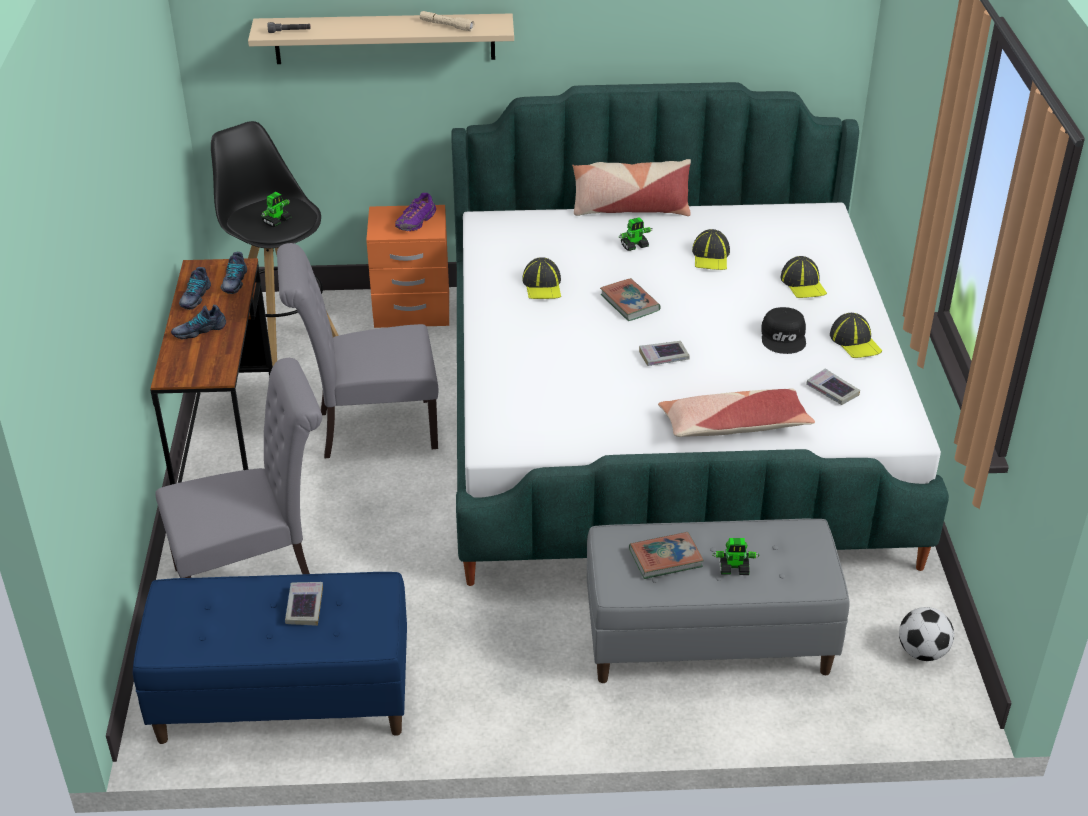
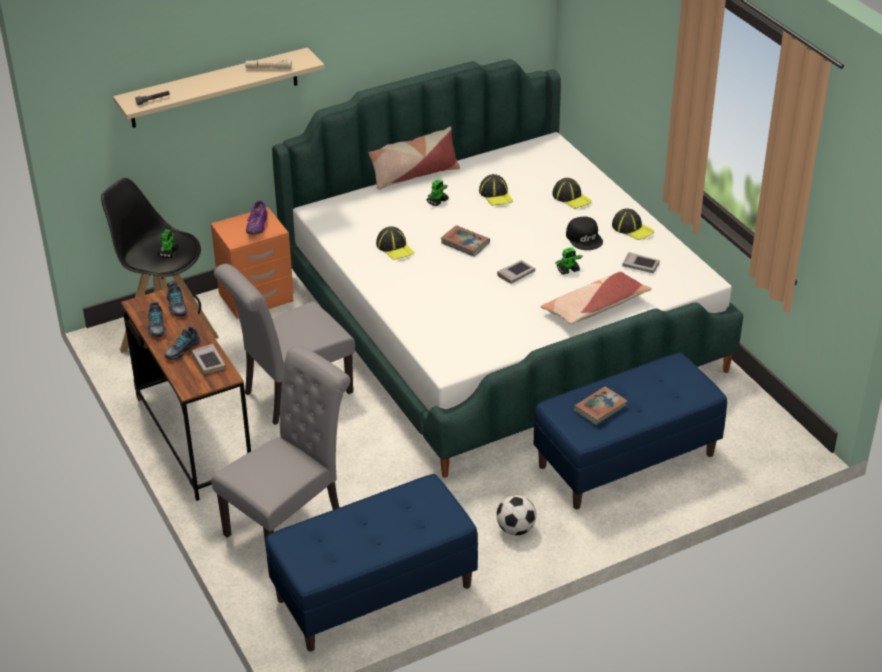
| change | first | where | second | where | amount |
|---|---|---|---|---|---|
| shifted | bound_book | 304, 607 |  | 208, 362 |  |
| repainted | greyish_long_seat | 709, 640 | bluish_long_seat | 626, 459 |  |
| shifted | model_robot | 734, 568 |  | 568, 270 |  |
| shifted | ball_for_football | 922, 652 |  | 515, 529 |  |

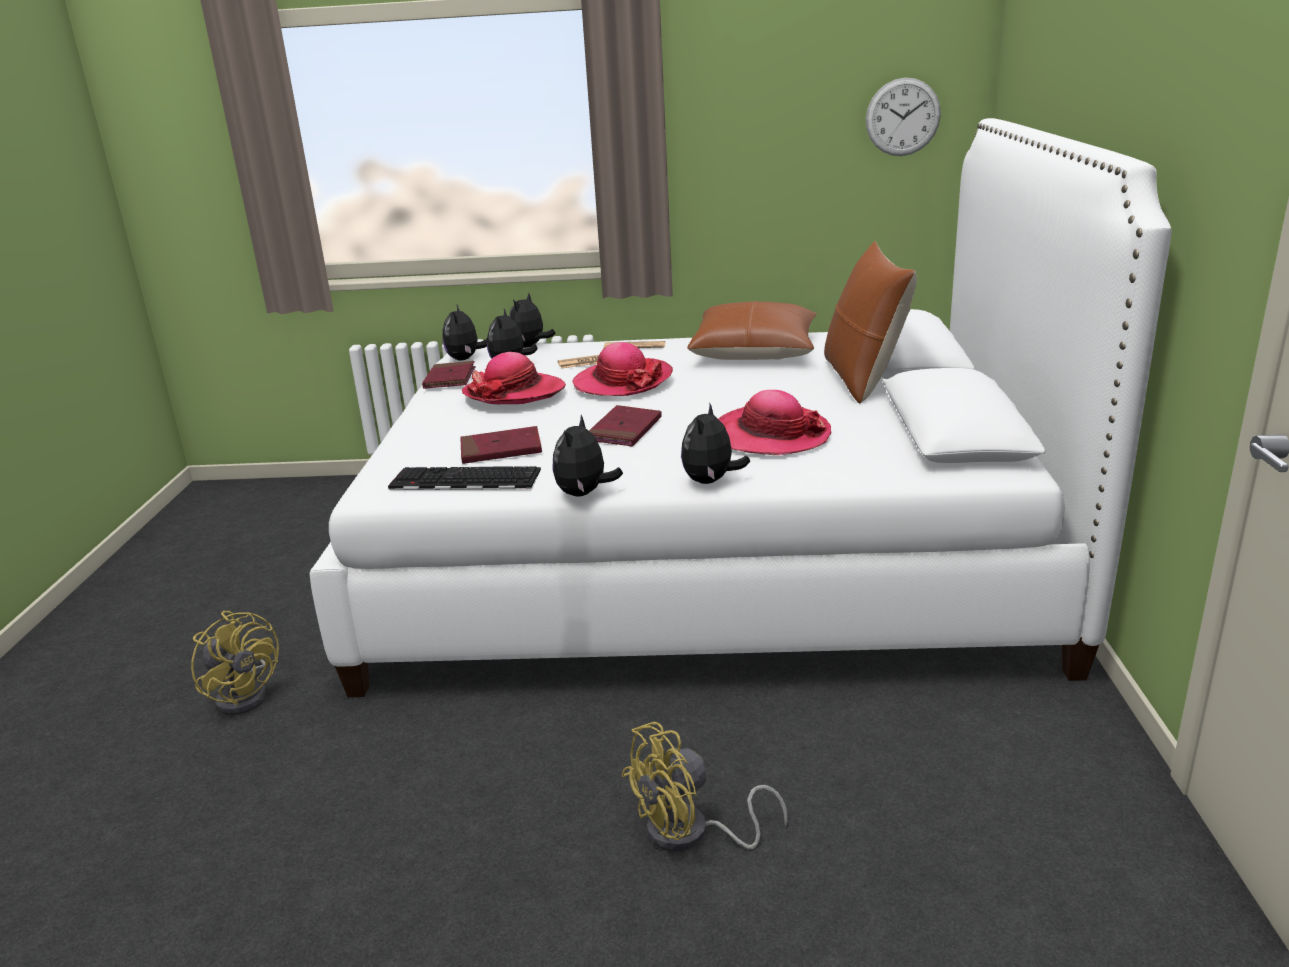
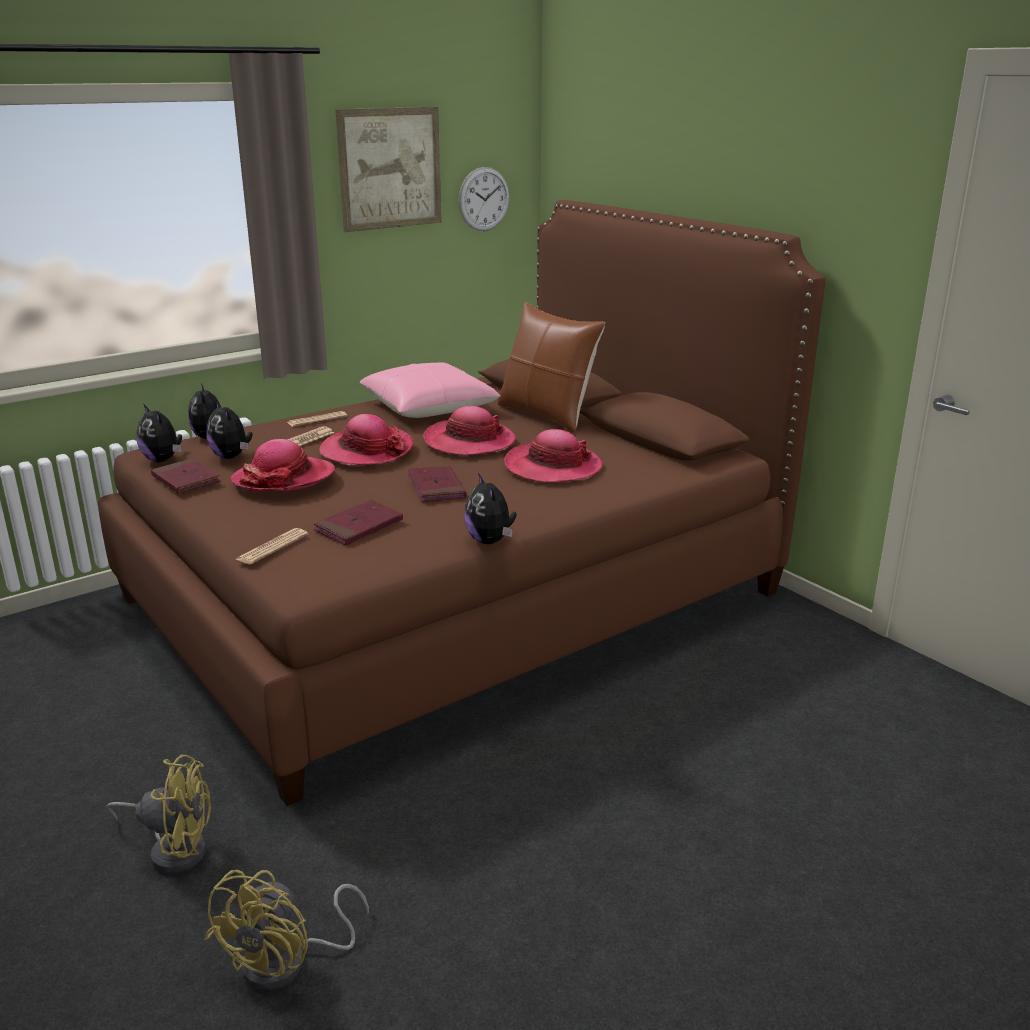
| change | first | where | second | where | amount |
|---|---|---|---|---|---|
| repainted | white-coloured_bed | 708, 561 | brownish_bed | 454, 595 |  |
| gone | computer_keyboard | 463, 480 |  |  |  |
| shifted | yellow_electric_fan | 691, 834 |  | 288, 963 |  |
| gone | plush_toy | 711, 481 |  |  |  |
| repainted | brownish_cushion | 754, 351 | pink_cushion | 429, 407 |  |
| new |  |  | printed_paper | 272, 547 |  |
| new |  |  | wall_art | 390, 168 |  |
| new |  |  | clothing_hat | 469, 441 |  |

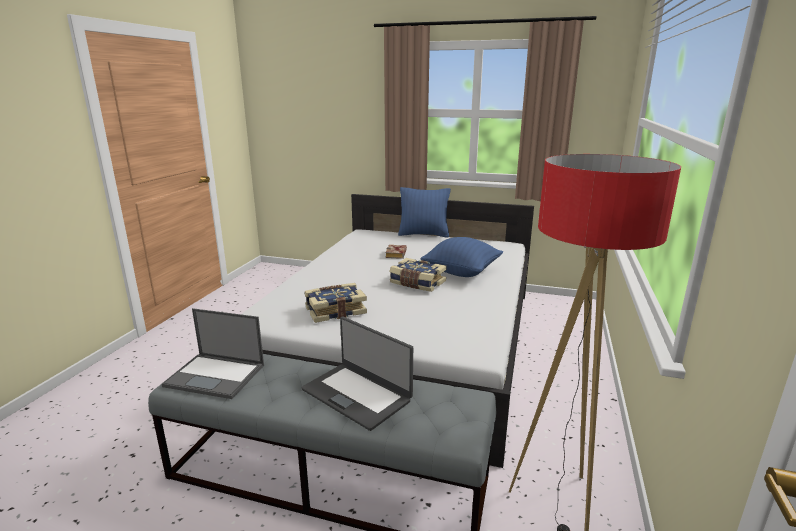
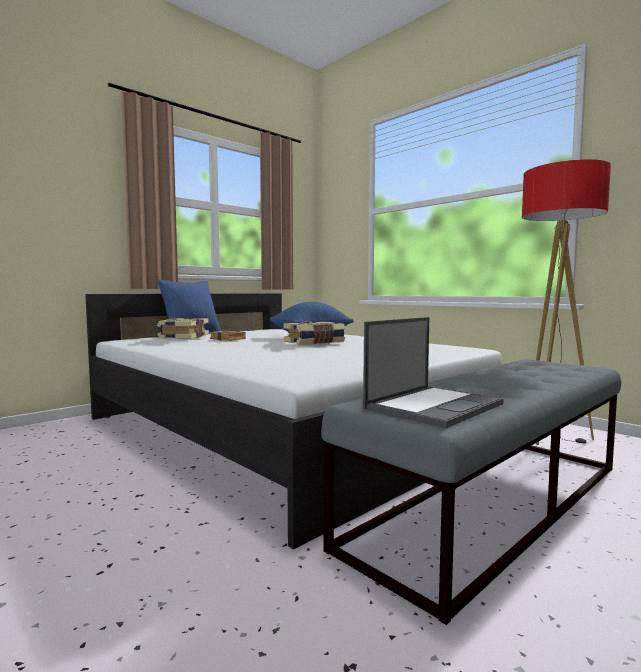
| change | first | where | second | where | amount |
|---|---|---|---|---|---|
| gone | laptop | 357, 394 |  |  |  |
| shifted | bound_book | 335, 310 |  | 183, 337 |  |

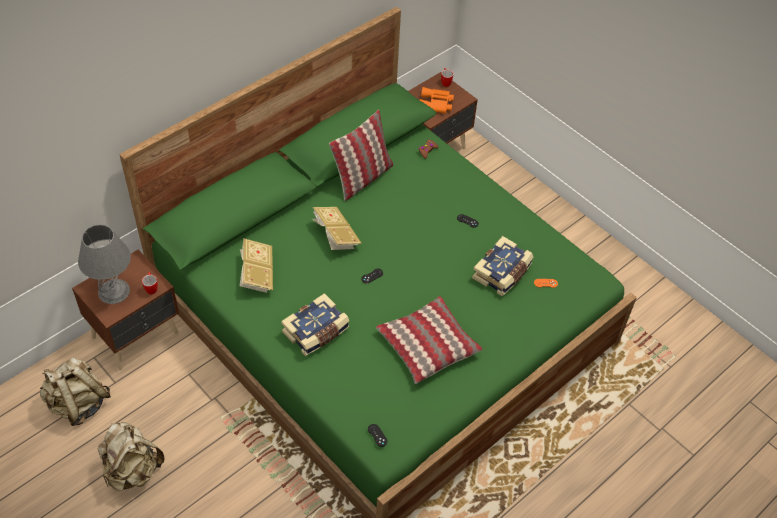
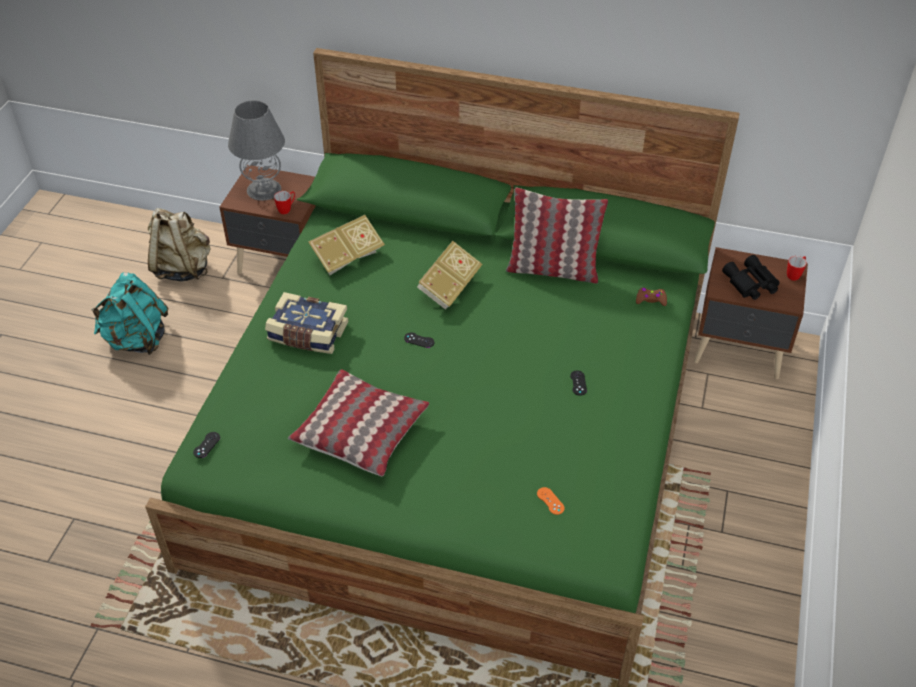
| change | first | where | second | where | amount |
|---|---|---|---|---|---|
| repainted | beige_knapsack | 132, 470 | turquoise_knapsack | 137, 340 |  |
| repainted | orange-coloured_pair_of_binoculars | 436, 104 | blackish_pair_of_binoculars | 750, 284 |  |
| gone | bound_book | 502, 273 |  |  |  |

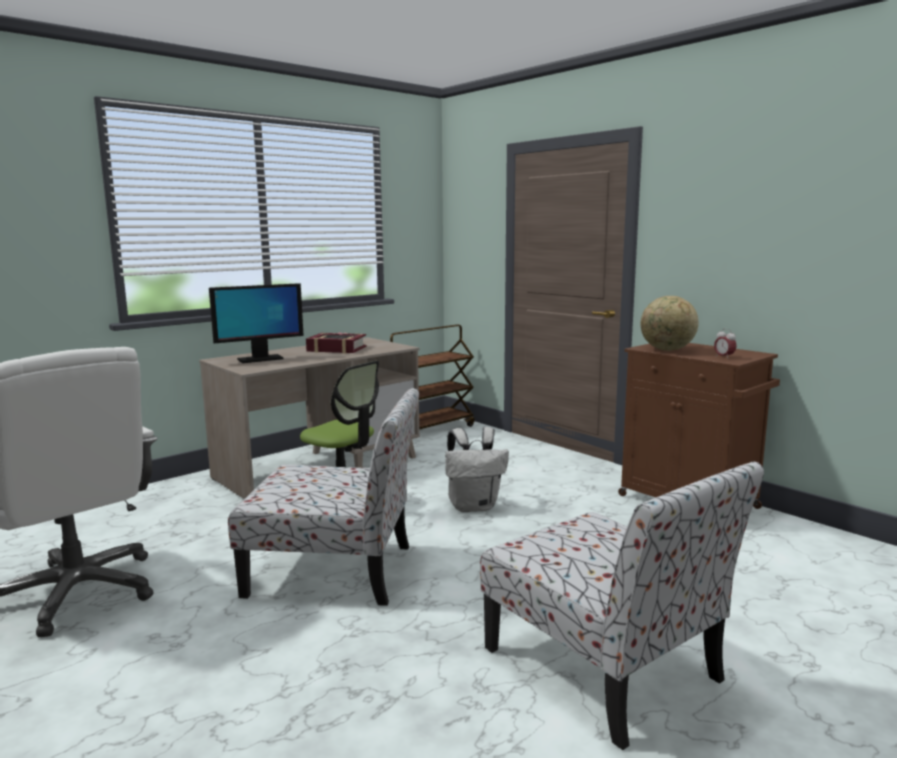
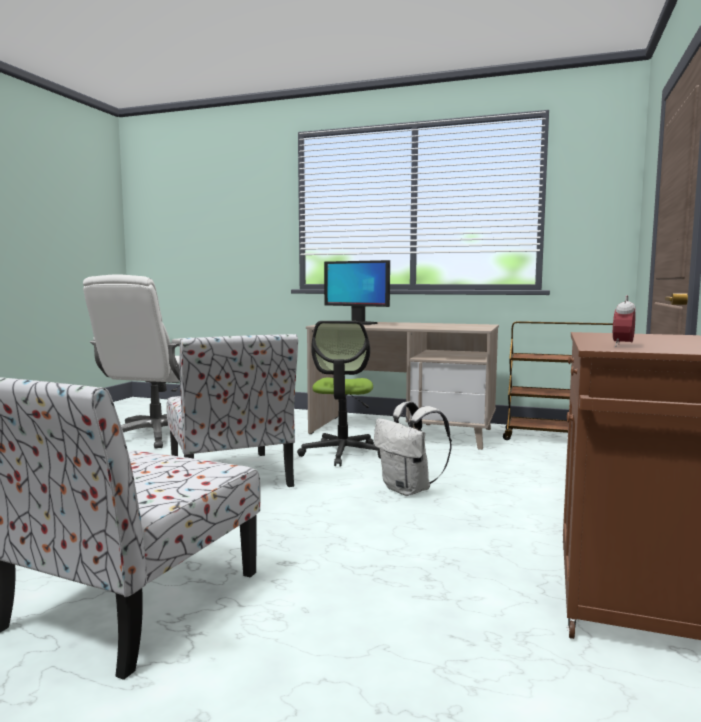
| change | first | where | second | where | amount |
|---|---|---|---|---|---|
| gone | bound_book | 336, 349 |  |  |  |
| gone | globe | 667, 350 |  |  |  |

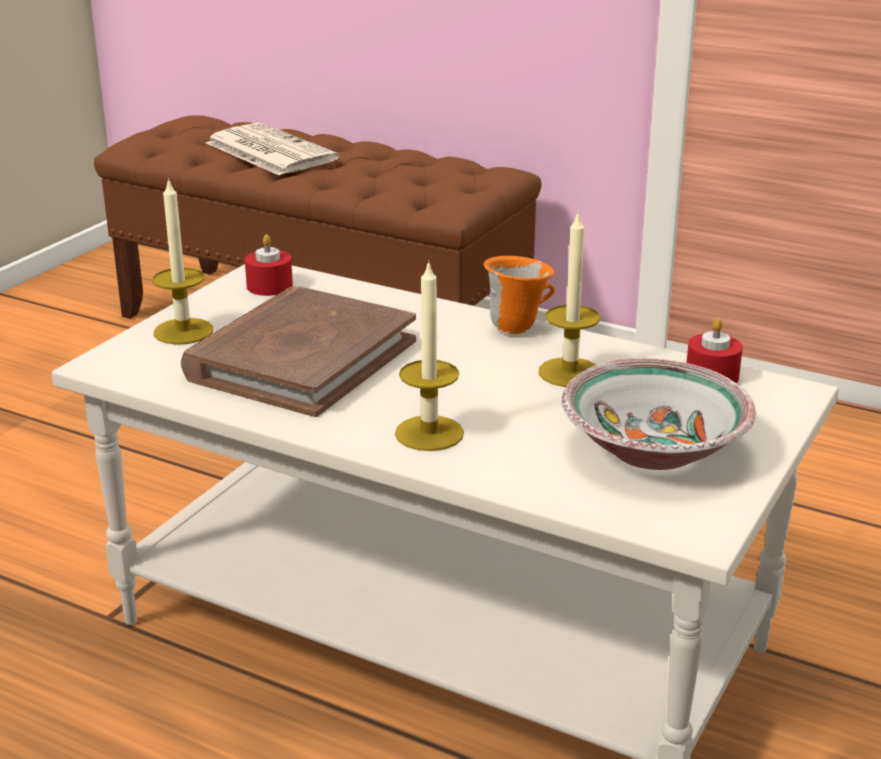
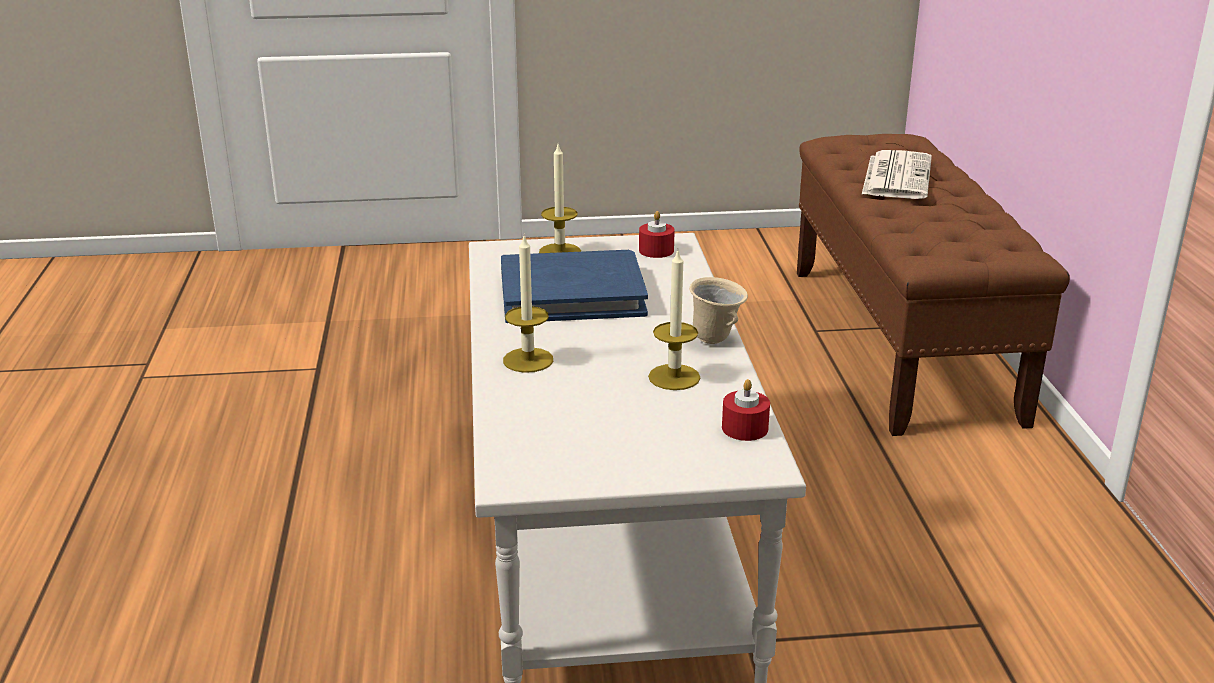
| change | first | where | second | where | amount |
|---|---|---|---|---|---|
| repainted | brownish_bound_book | 302, 359 | bluish_bound_book | 572, 294 |  |
| repainted | orange-coloured_mug | 517, 328 | beige_mug | 716, 340 |  |
| gone | serving_bowl | 652, 447 |  |  |  |

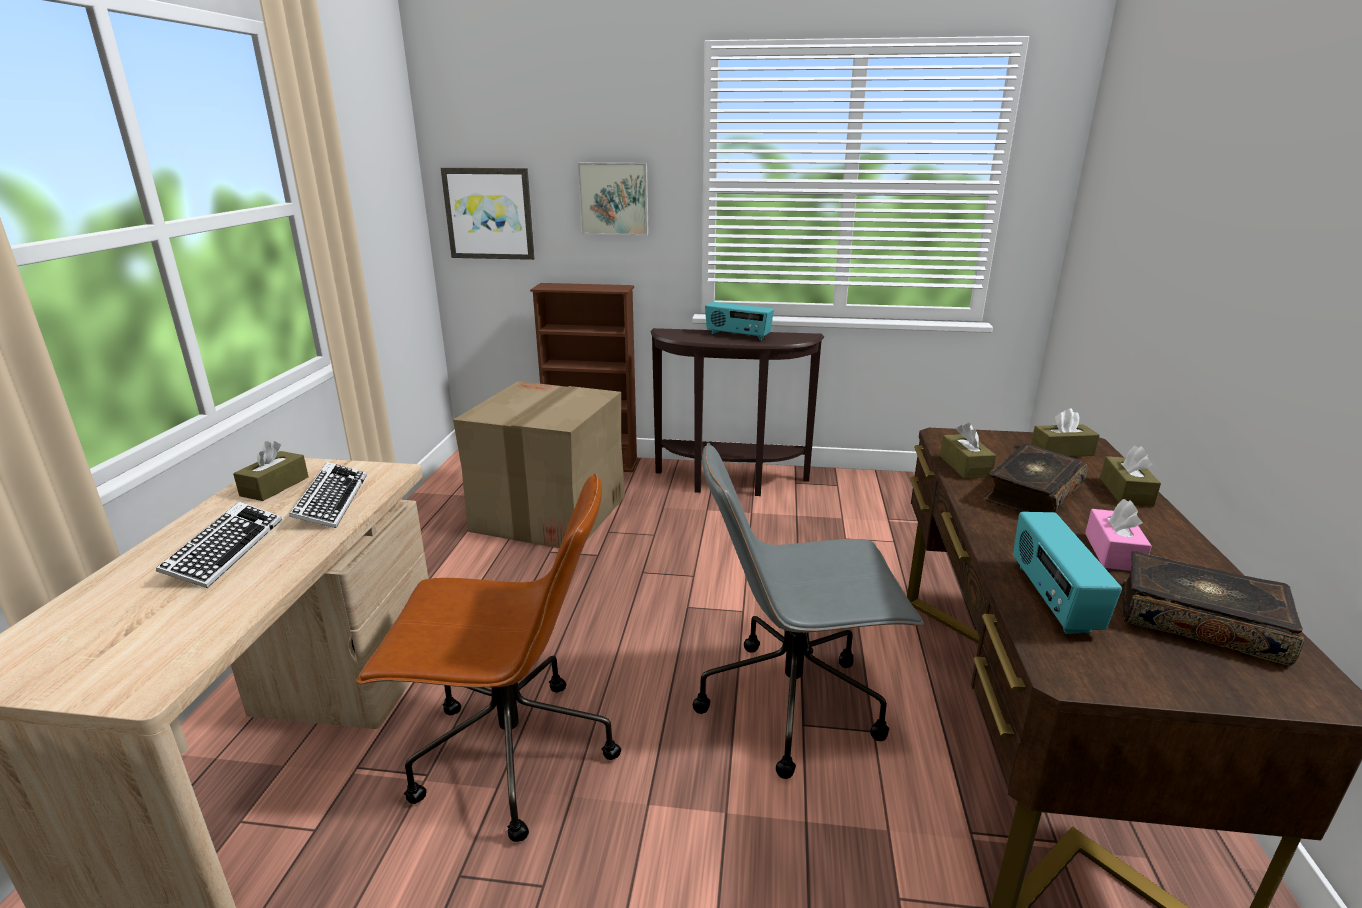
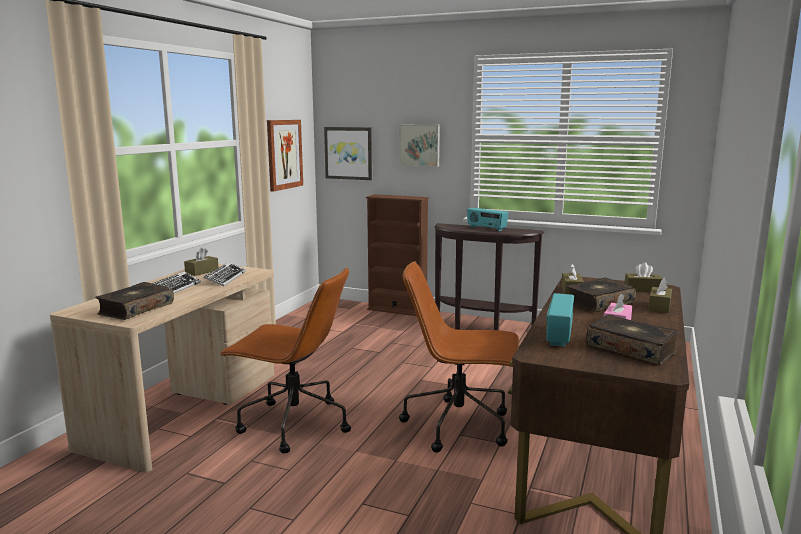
| change | first | where | second | where | amount |
|---|---|---|---|---|---|
| gone | carton | 549, 514 |  |  |  |
| repainted | greyish_desk_chair | 794, 703 | brownish_desk_chair | 460, 425 |  |
| new |  |  | bound_book | 135, 309 |  |
| new |  |  | wall_art | 284, 154 |  |

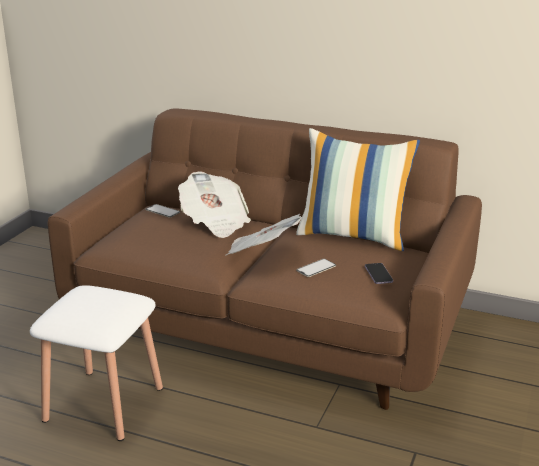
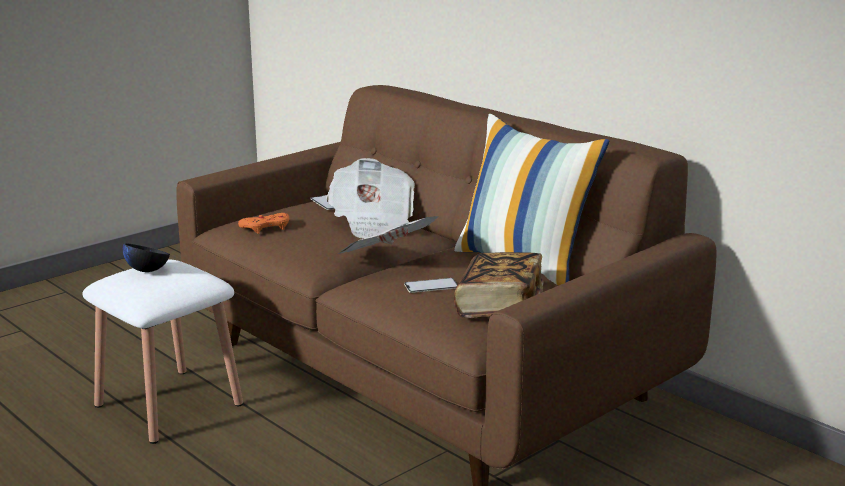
| change | first | where | second | where | amount |
|---|---|---|---|---|---|
| swapped | phone | 378, 275 | bound_book | 499, 306 |  |
| new |  |  | blackish_serving_bowl | 148, 270 |  |
| new |  |  | orange-coloured_joypad | 266, 227 |  |

